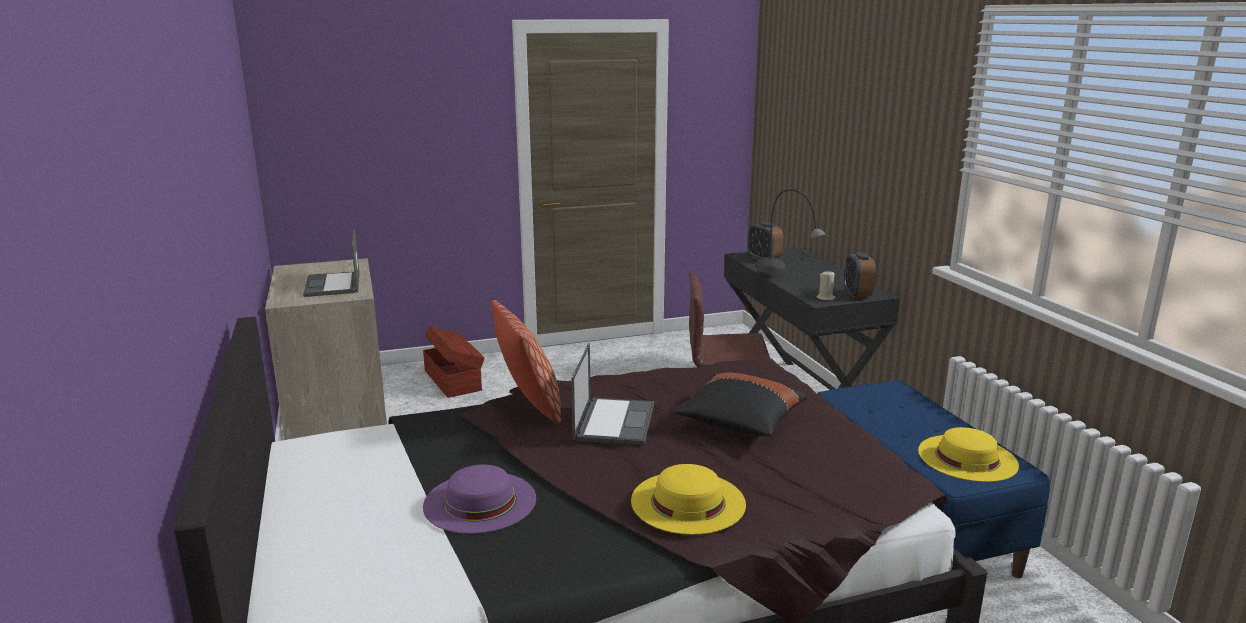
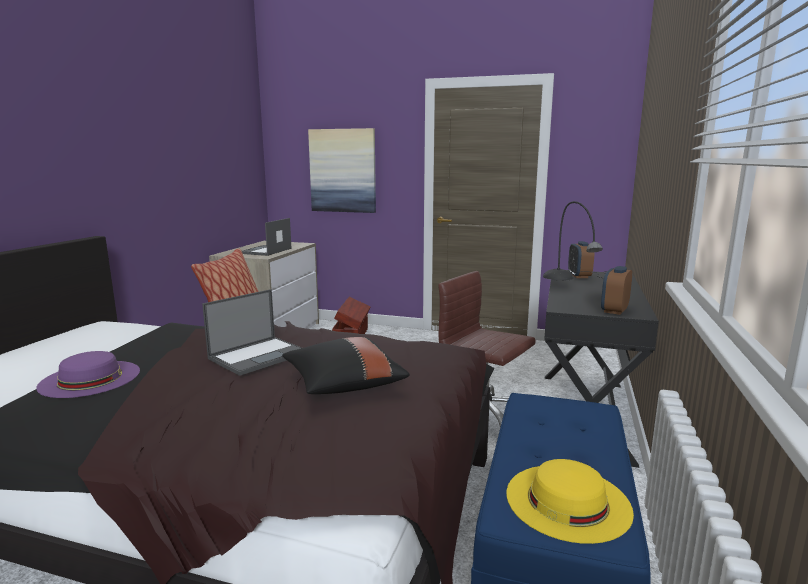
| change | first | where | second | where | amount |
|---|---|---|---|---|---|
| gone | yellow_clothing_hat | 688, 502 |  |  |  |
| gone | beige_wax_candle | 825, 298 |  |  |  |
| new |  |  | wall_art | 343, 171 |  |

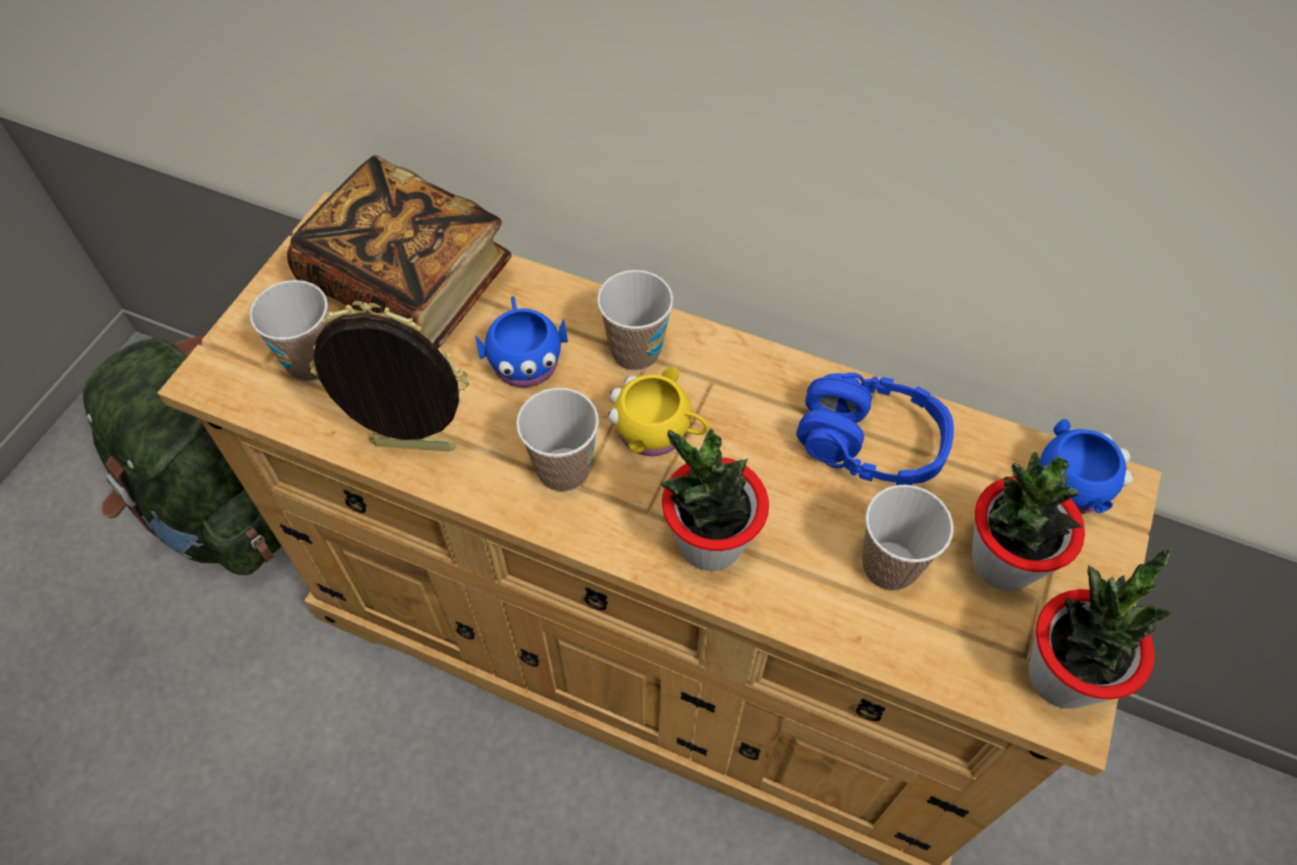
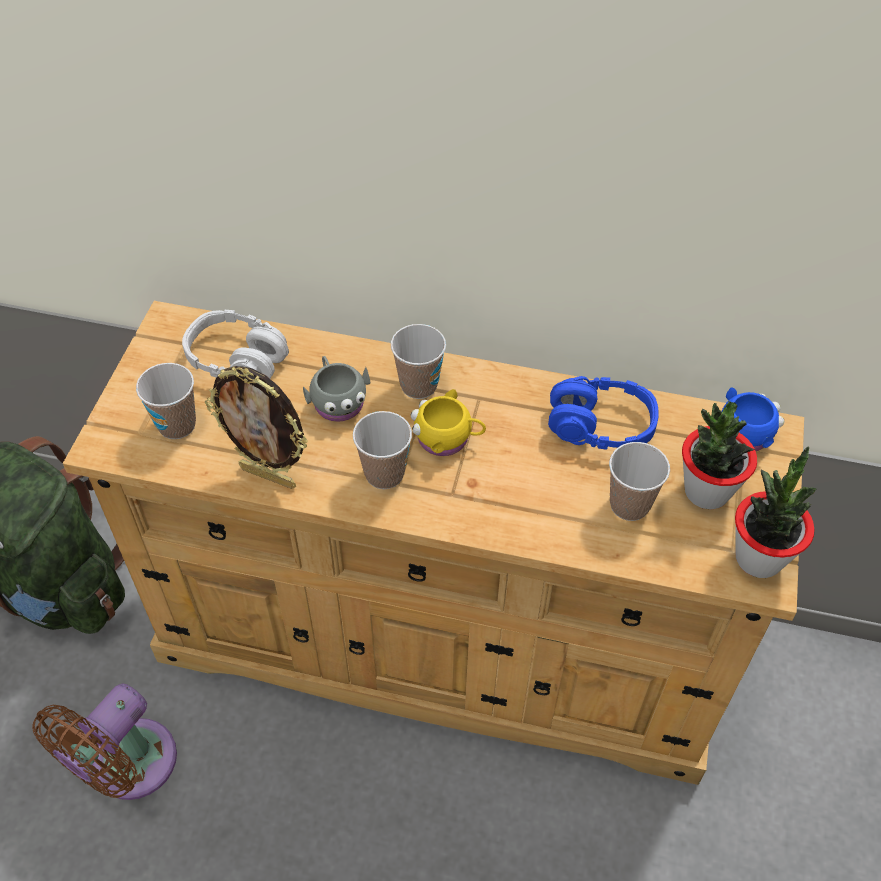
| change | first | where | second | where | amount |
|---|---|---|---|---|---|
| swapped | bound_book | 409, 284 | greyish_pair_of_headphones | 237, 359 |  |
| rotated | picture_frame | 412, 449 |  | 269, 476 | 150 degrees counterclockwise |
| repainted | bluish_mug | 524, 357 | greyish_mug | 337, 400 |  |
| gone | houseplant | 709, 543 |  |  |  |
| new |  |  | brownish_electric_fan | 127, 767 |  |

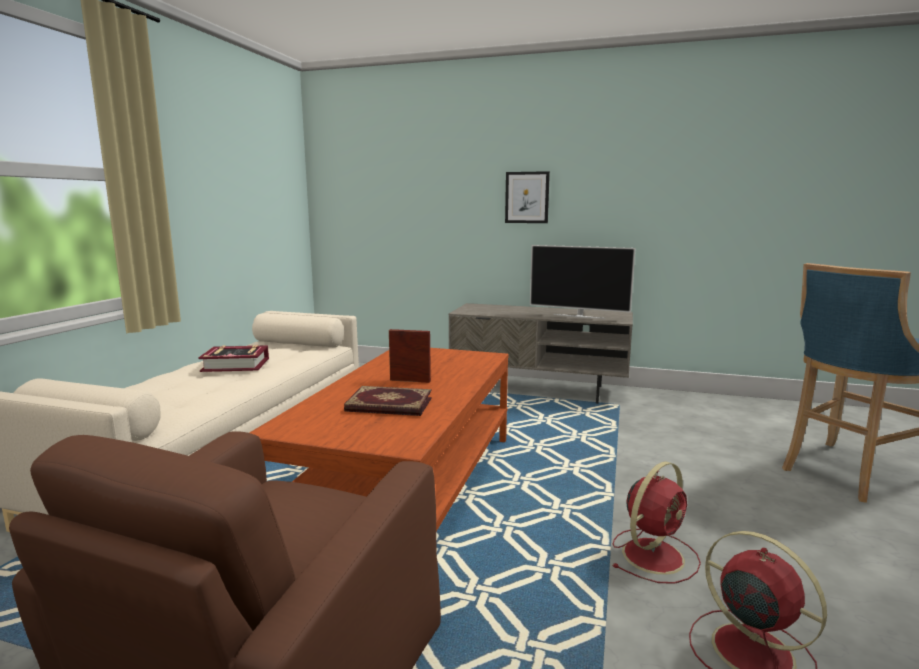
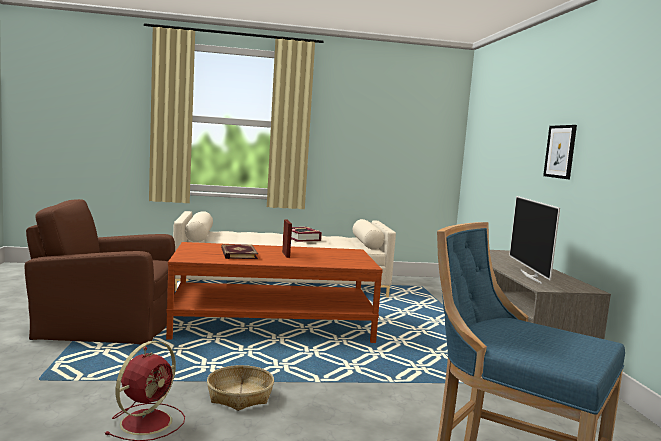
| change | first | where | second | where | amount |
|---|---|---|---|---|---|
| swapped | red_electric_fan | 654, 555 | basket | 240, 396 |  |

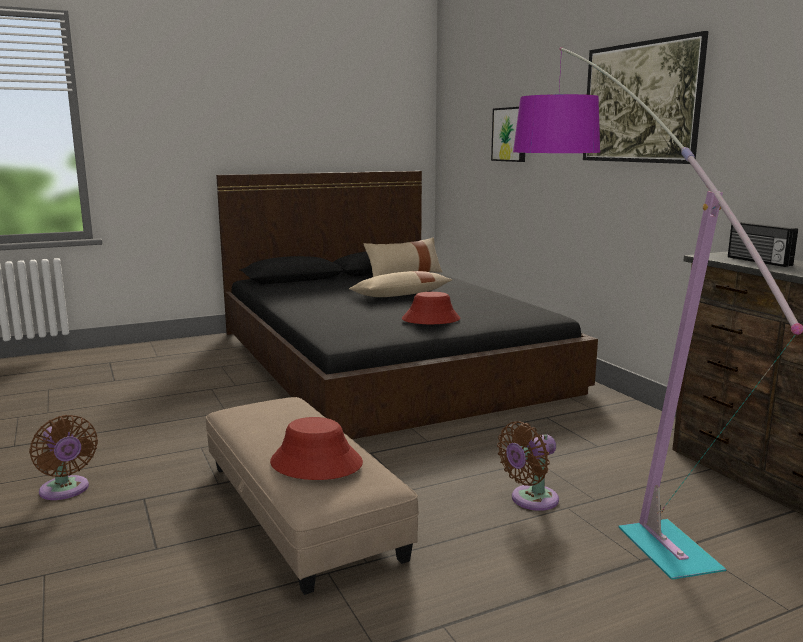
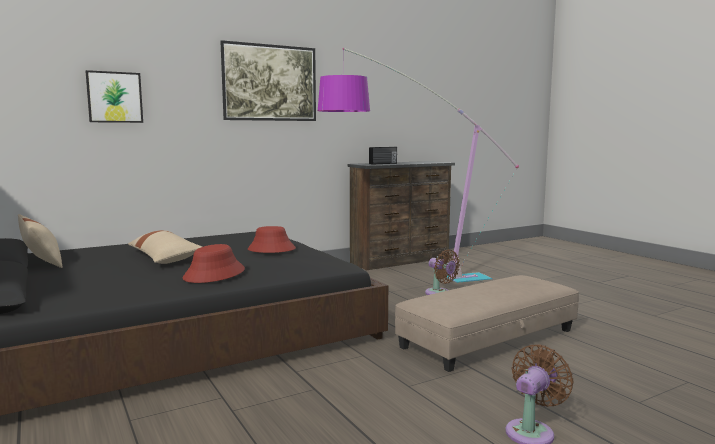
| change | first | where | second | where | amount |
|---|---|---|---|---|---|
| shifted | red_clothing_hat | 315, 463 |  | 214, 274 |  |

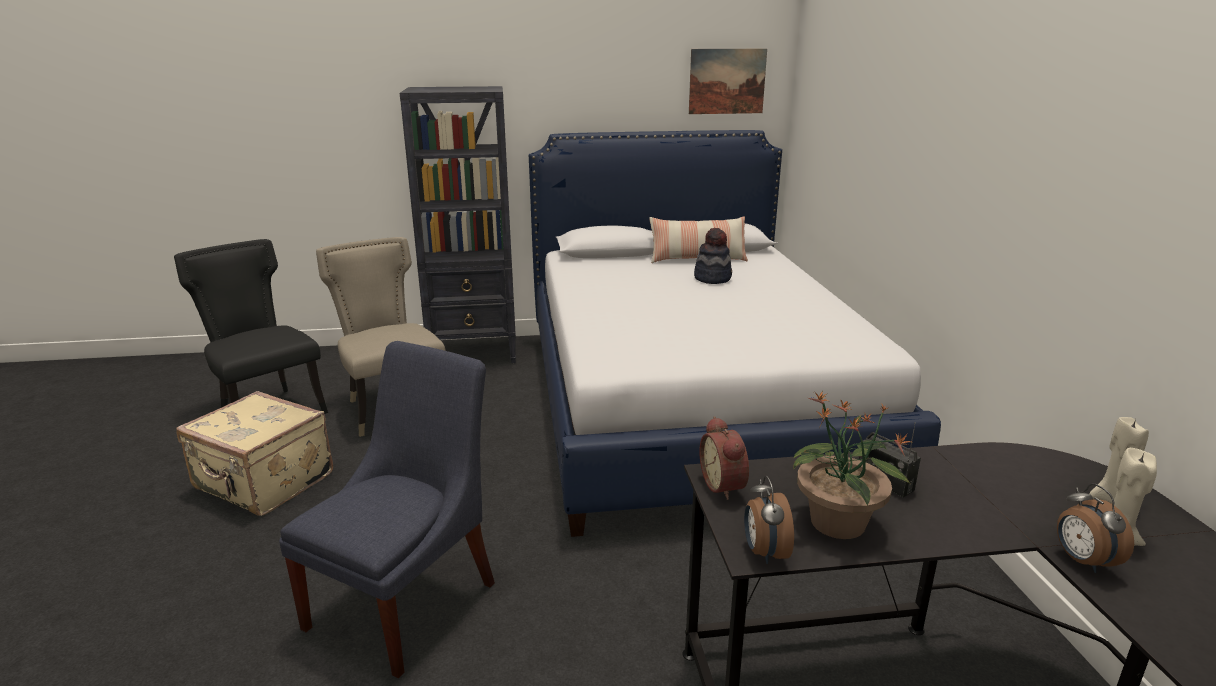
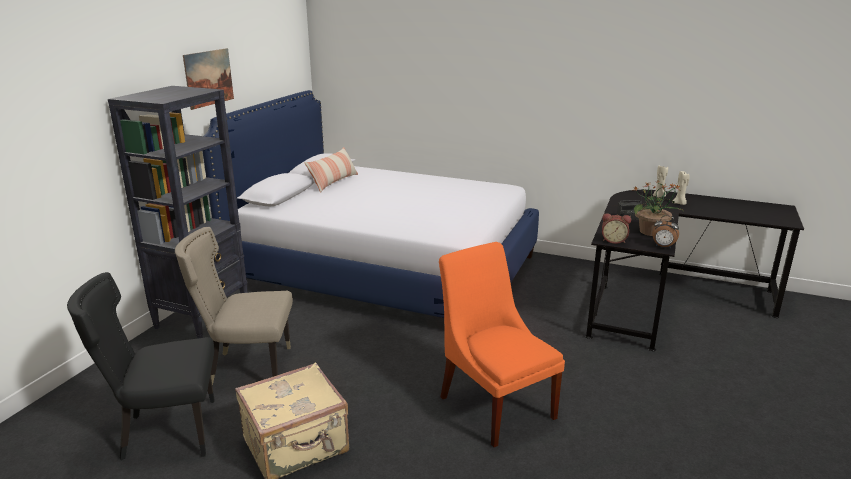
| change | first | where | second | where | amount |
|---|---|---|---|---|---|
| repainted | bluish_plain_chair | 408, 600 | orange-coloured_plain_chair | 494, 404 |  |
| shifted | wall_art | 727, 81 |  | 209, 78 |  |
| gone | clothing_hat | 712, 278 |  |  |  |
| gone | alarm_clock | 1082, 561 |  |  |  |

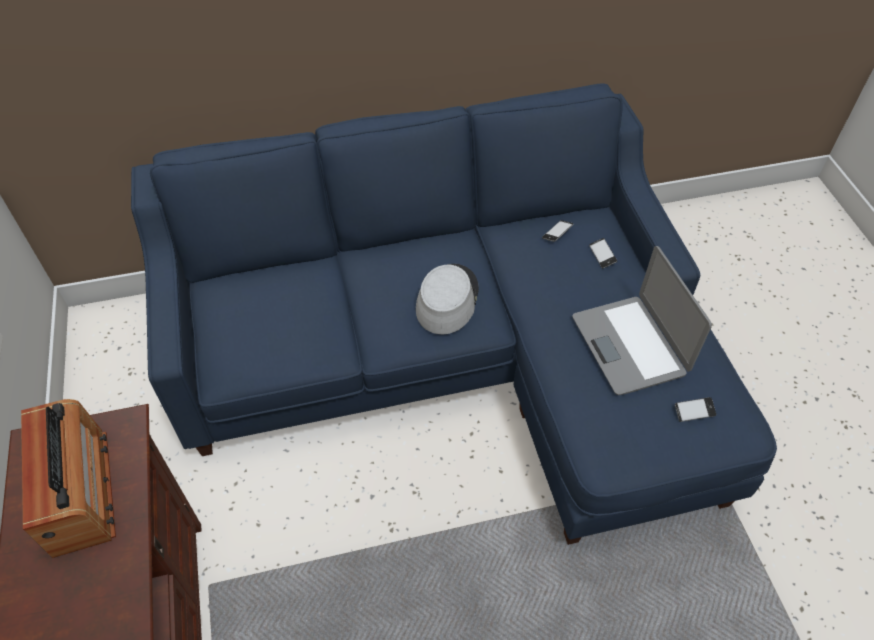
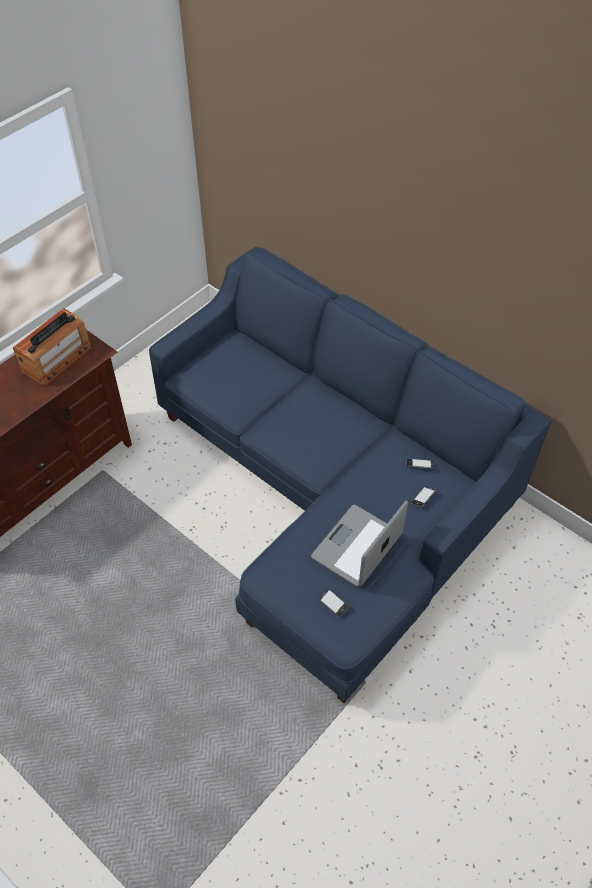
| change | first | where | second | where | amount |
|---|---|---|---|---|---|
| gone | greyish_clothing_hat | 447, 300 |  |  |  |

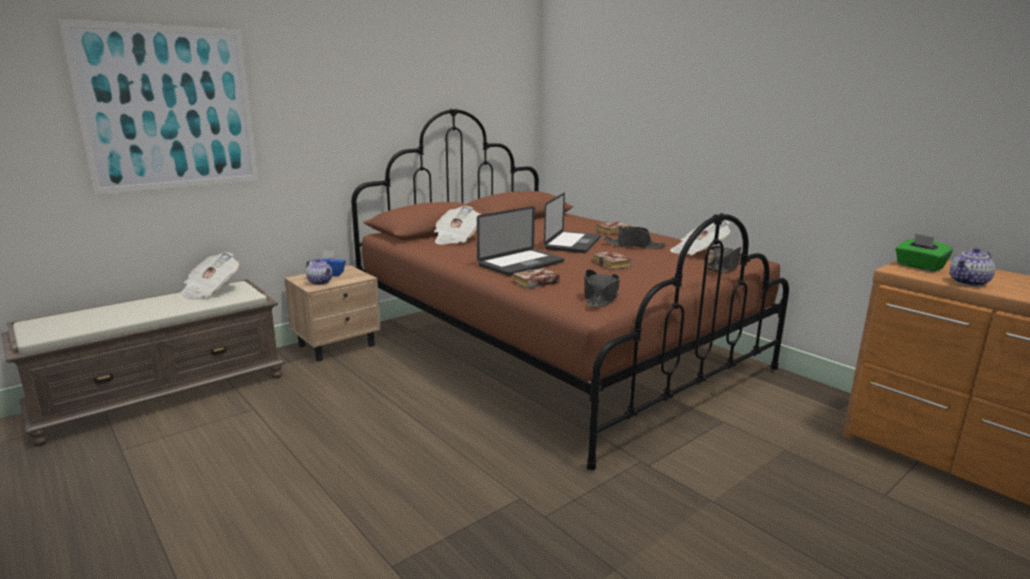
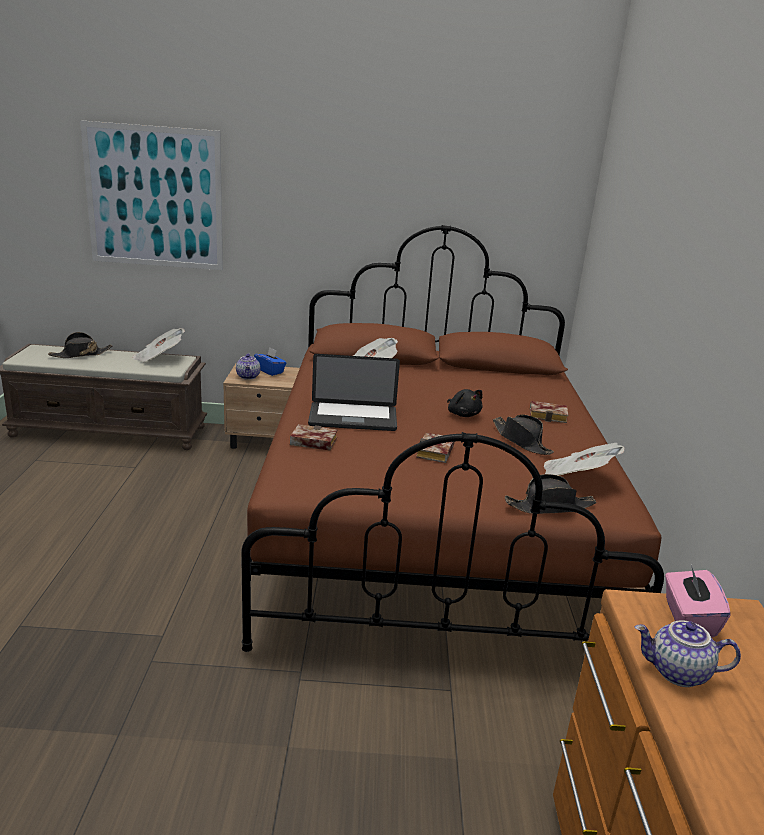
| change | first | where | second | where | amount |
|---|---|---|---|---|---|
| swapped | laptop | 573, 243 | blackish_plush_toy | 463, 414 |  |
| shifted | blackish_clothing_hat | 600, 298 |  | 81, 354 |  |
| repainted | green_box_of_tissues | 919, 267 | pink_box_of_tissues | 688, 618 |  |

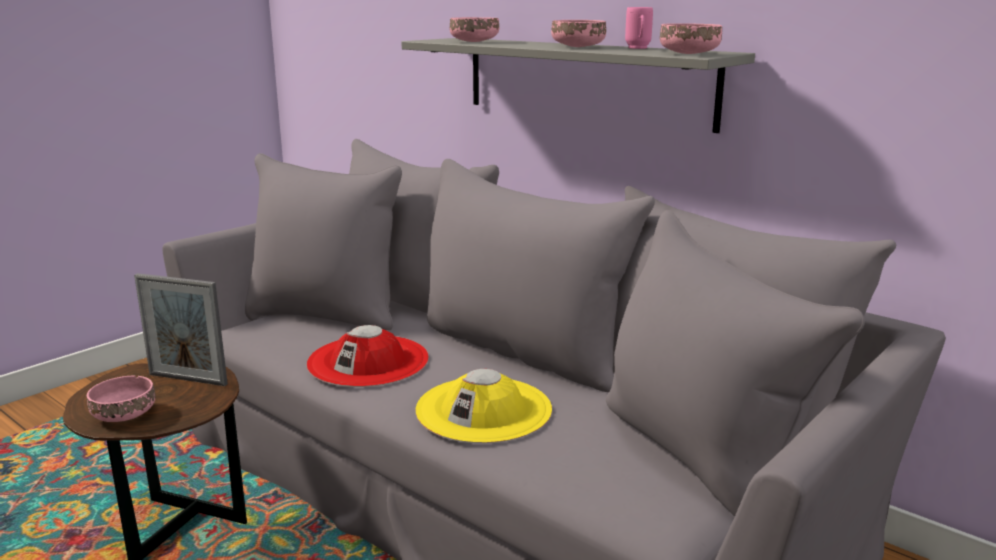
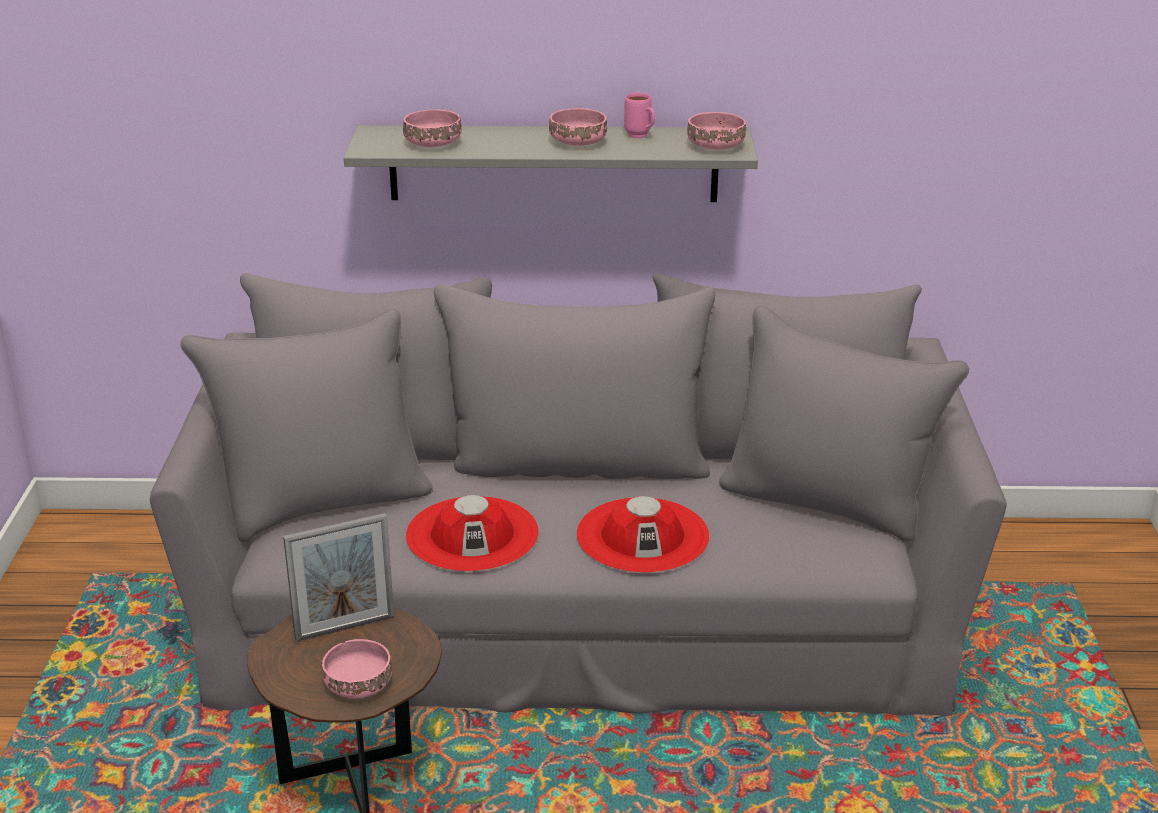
| change | first | where | second | where | amount |
|---|---|---|---|---|---|
| repainted | yellow_clothing_hat | 484, 410 | red_clothing_hat | 642, 536 |  |

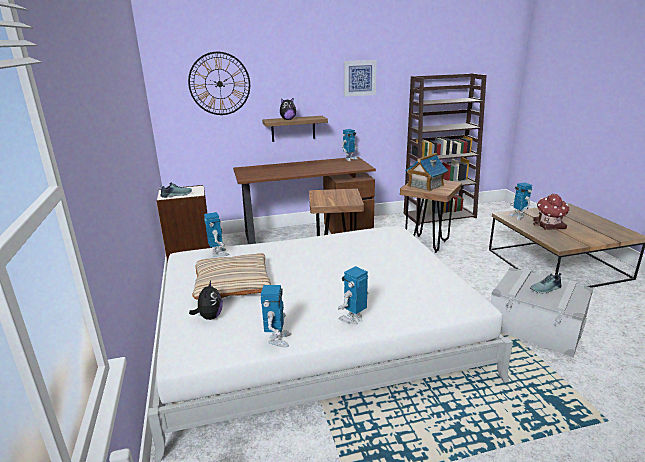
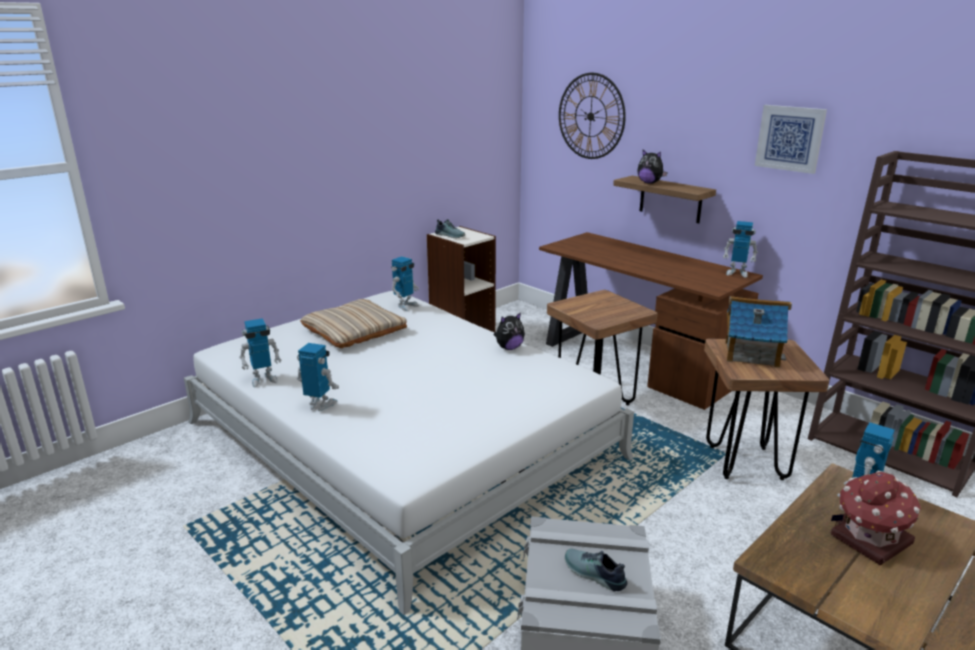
| change | first | where | second | where | amount |
|---|---|---|---|---|---|
| shifted | plush_toy | 210, 317 |  | 509, 348 |  |

